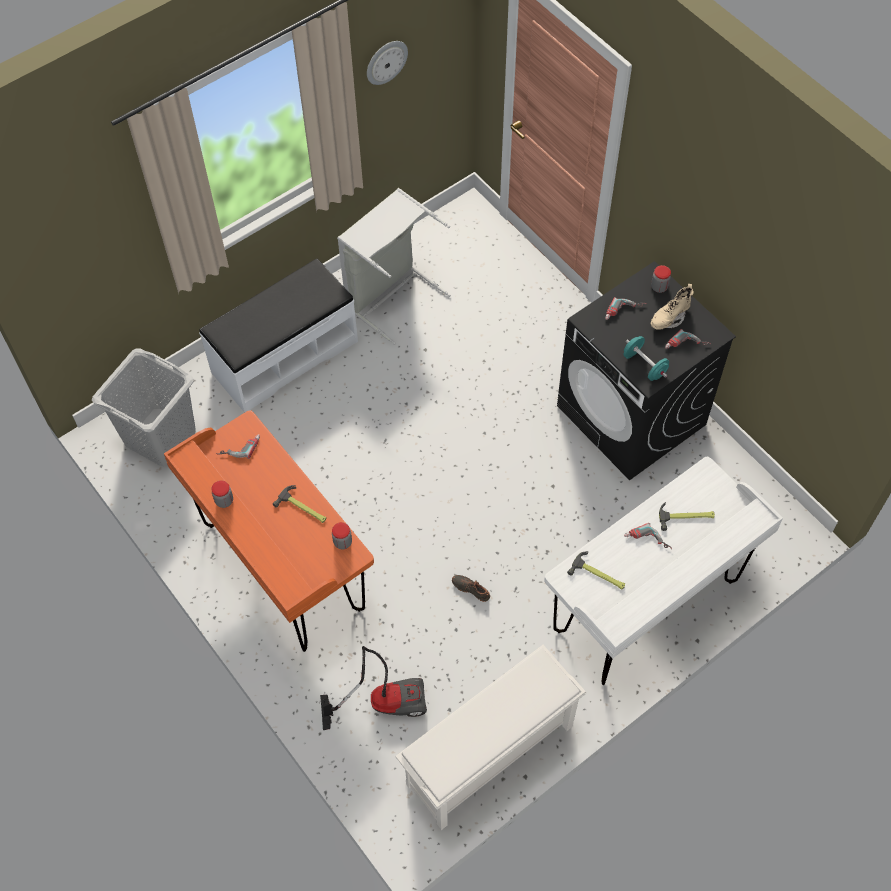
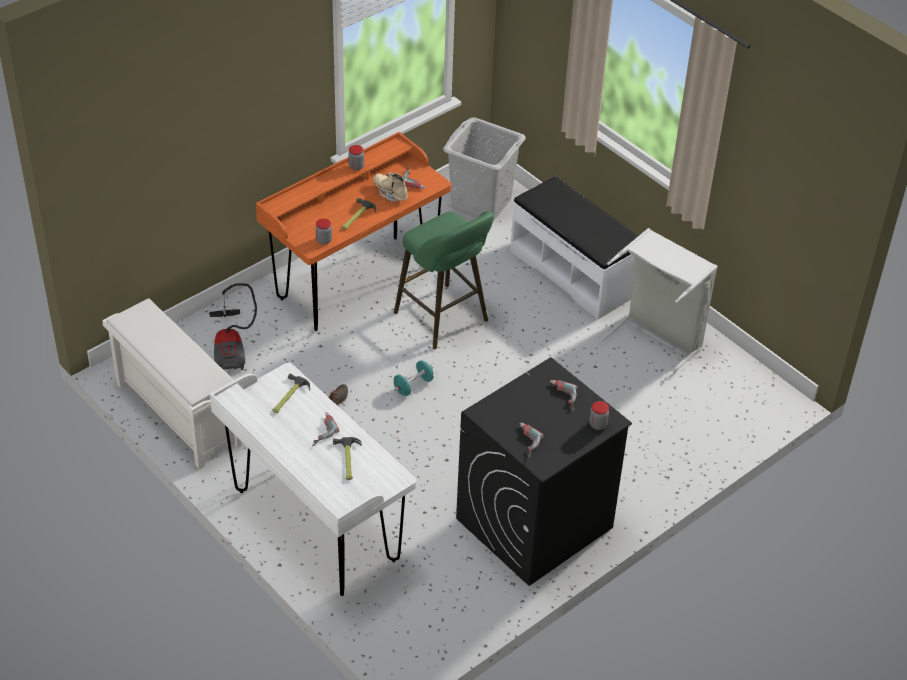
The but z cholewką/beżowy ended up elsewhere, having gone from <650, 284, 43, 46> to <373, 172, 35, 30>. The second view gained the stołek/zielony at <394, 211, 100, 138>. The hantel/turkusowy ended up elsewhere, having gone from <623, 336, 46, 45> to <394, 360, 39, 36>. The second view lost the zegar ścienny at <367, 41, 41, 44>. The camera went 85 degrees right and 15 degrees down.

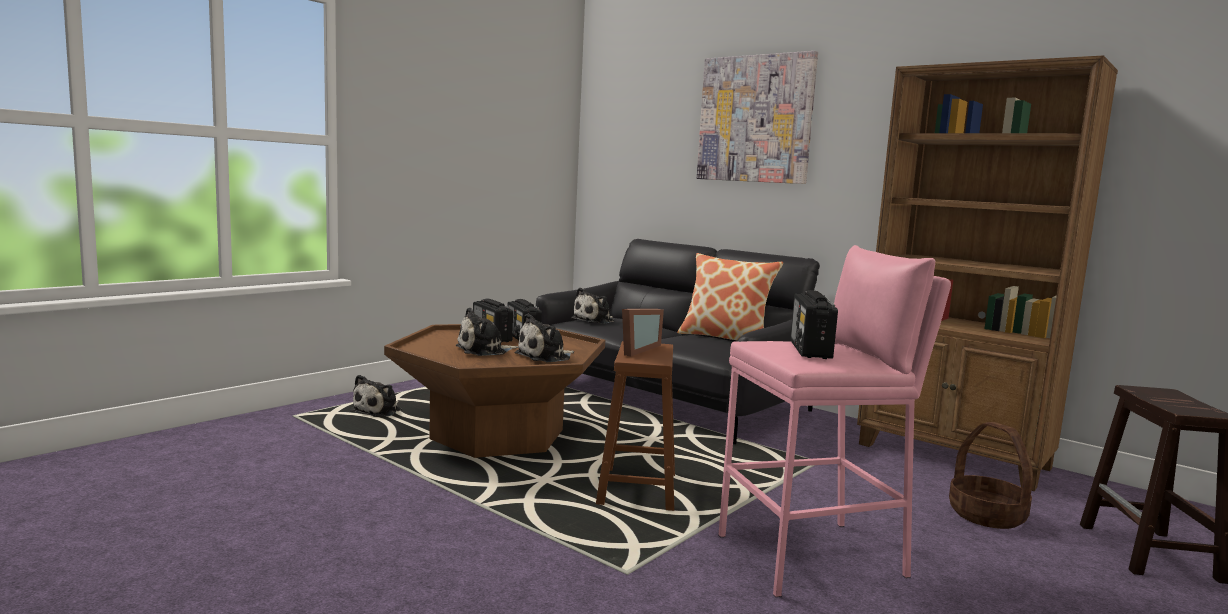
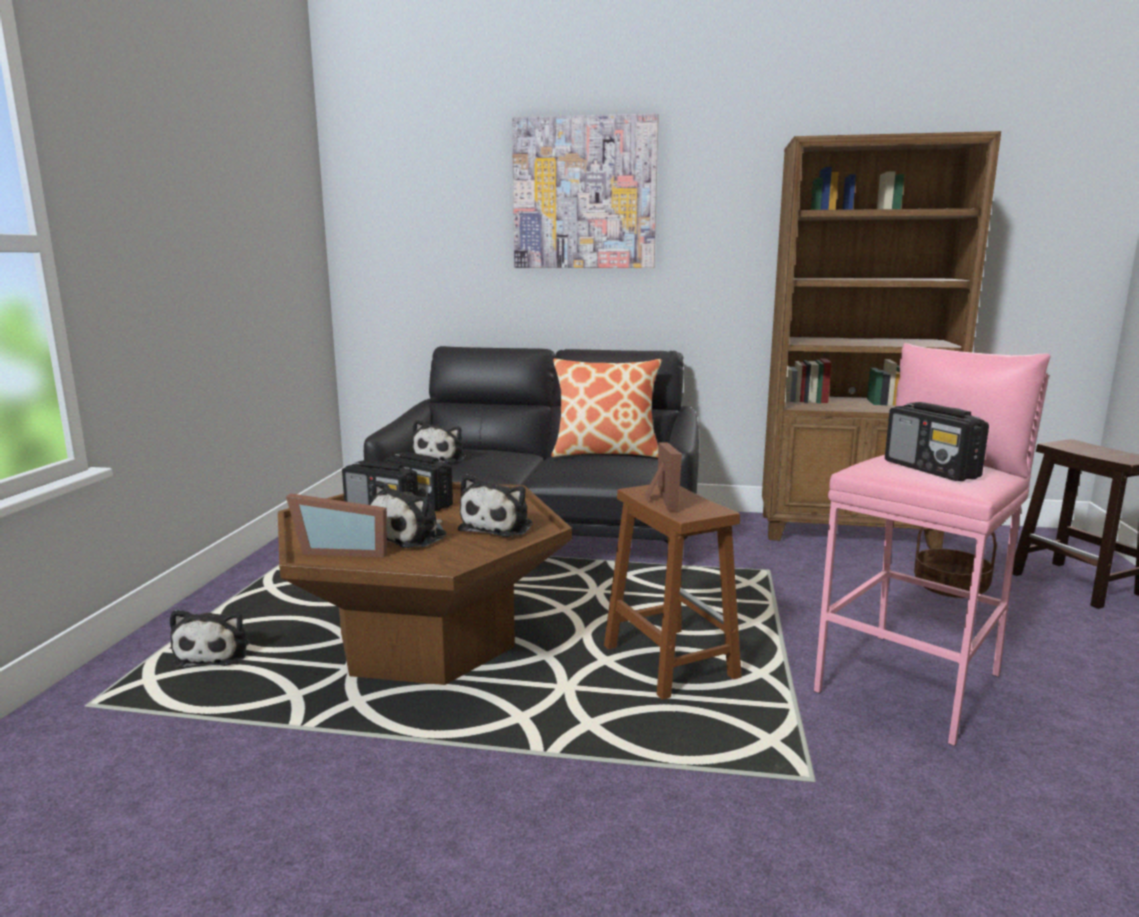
The second view gained the ramka na zdjęcie at <286, 493, 101, 64>. The camera went 30 degrees left and 5 degrees up.

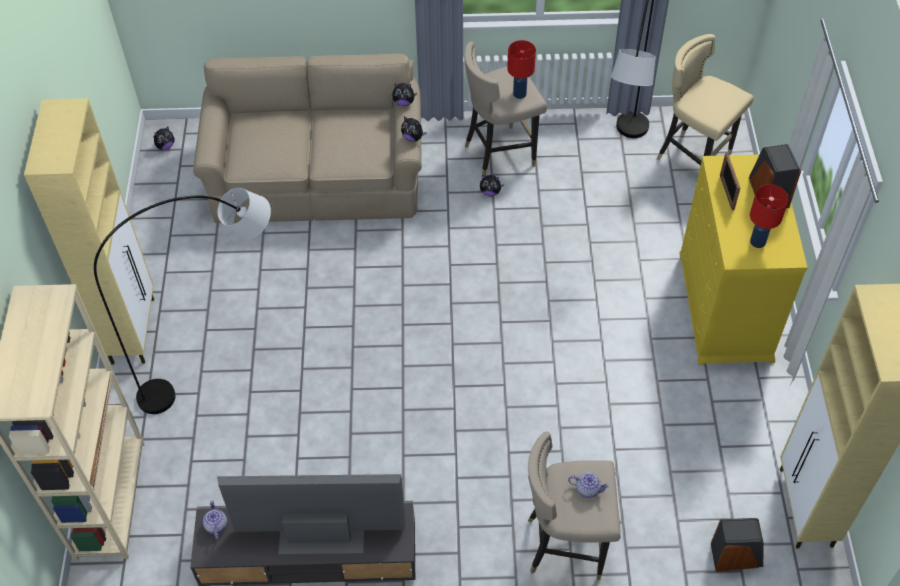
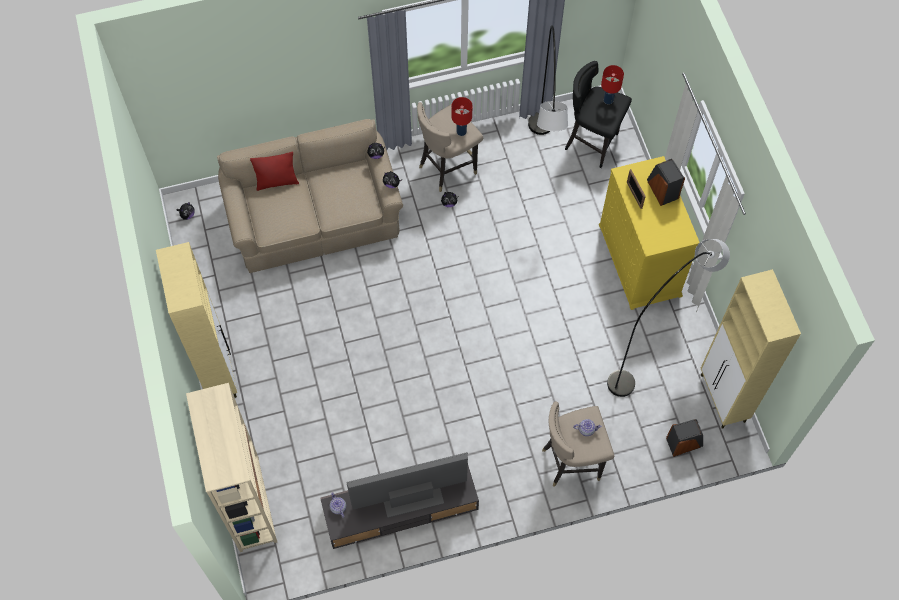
The second view gained the poduszka/czerwony at <250, 152, 49, 39>. What was the stołek/beżowy at <657, 34, 96, 132> turned into the stołek/czarny at <565, 61, 67, 107>. The lampa stołowa/czerwony ended up elsewhere, having gone from <750, 184, 39, 64> to <601, 65, 23, 39>. The lampa stojąca/szary ended up elsewhere, having gone from <94, 188, 177, 226> to <607, 239, 123, 158>. The camera went 15 degrees left and 10 degrees up.

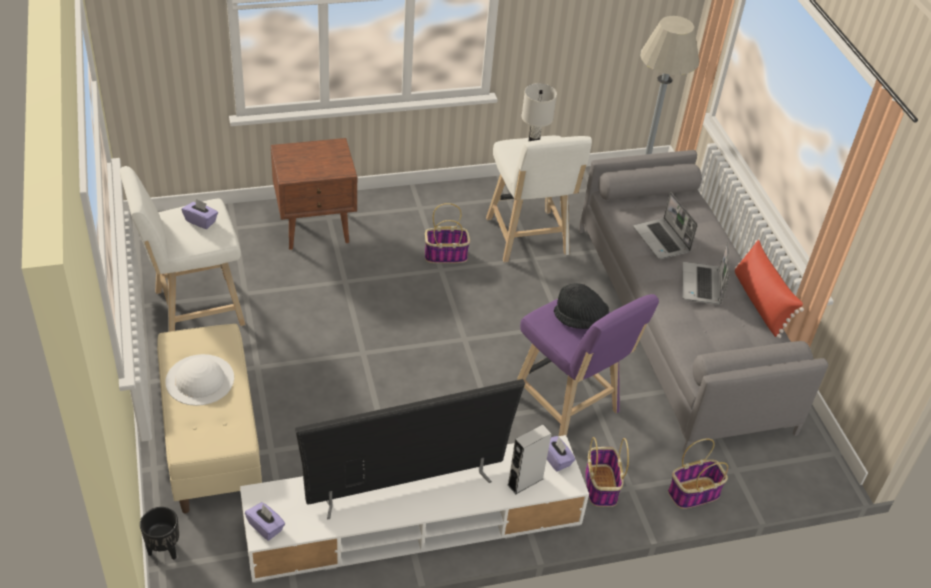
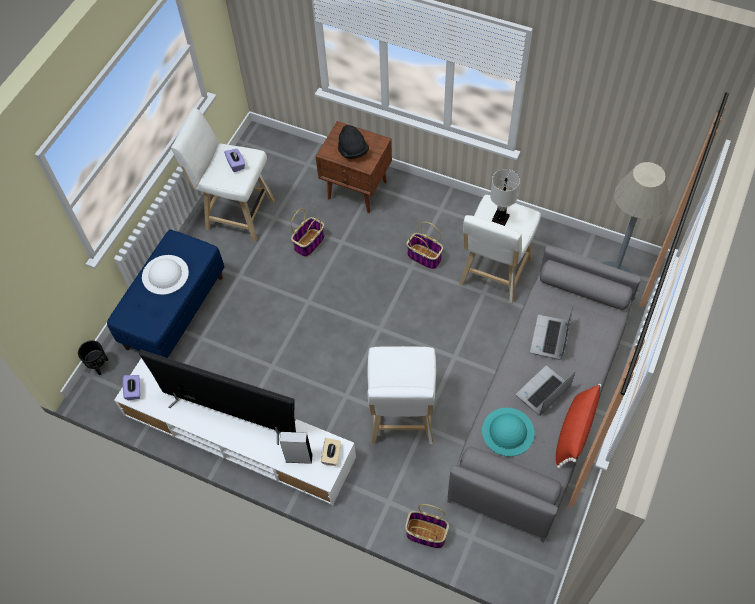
What was the ławka/beżowy at <157, 324, 105, 189> turned into the ławka/niebieski at <107, 229, 117, 129>. The koszyk ended up elsewhere, having gone from <585, 437, 44, 70> to <291, 208, 34, 49>. What was the pudełko chusteczek/fioletowy at <547, 436, 28, 36> turned into the pudełko chusteczek/beżowy at <321, 438, 20, 28>. The kapelusz/czarny ended up elsewhere, having gone from <554, 283, 55, 46> to <338, 125, 31, 34>. What was the stołek/fioletowy at <517, 294, 142, 143> turned into the stołek/biały at <367, 346, 69, 98>. The second view gained the kapelusz/turkusowy at <482, 408, 52, 49>. The camera went 45 degrees right and 15 degrees up.

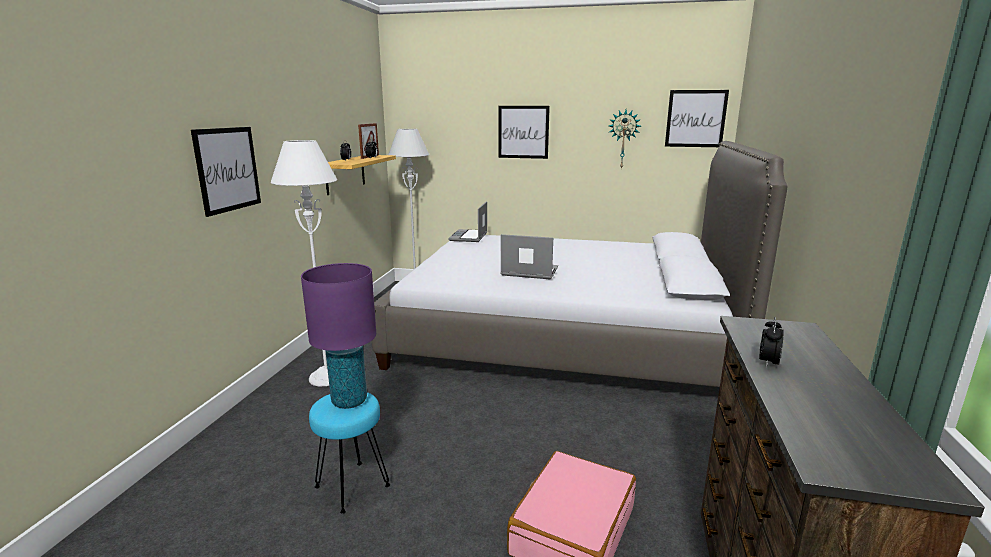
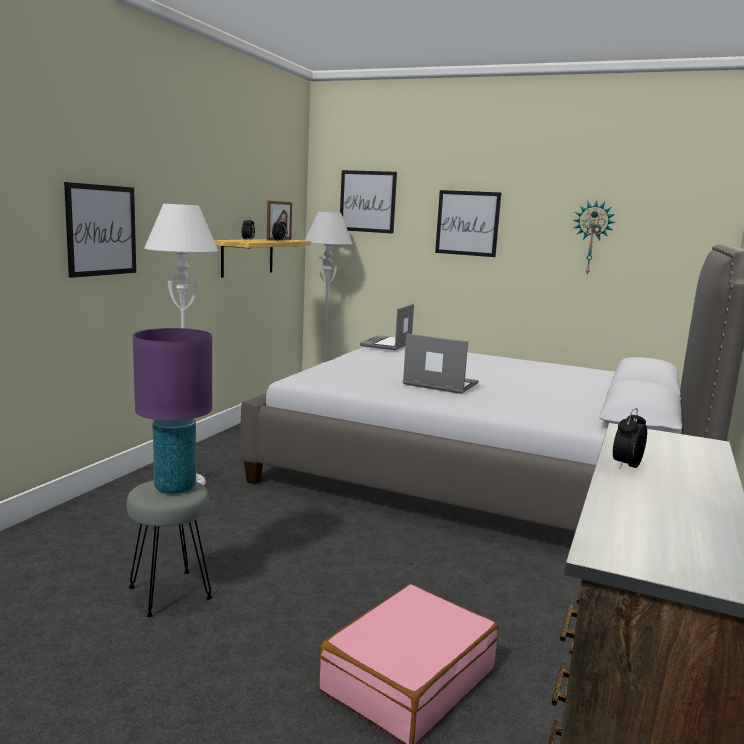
What was the stołek/turkusowy at <309, 392, 81, 122> turned into the stołek/szary at <127, 480, 86, 137>. The obraz ended up elsewhere, having gone from <665, 90, 64, 57> to <340, 170, 57, 64>. The camera went 10 degrees right and 5 degrees down.

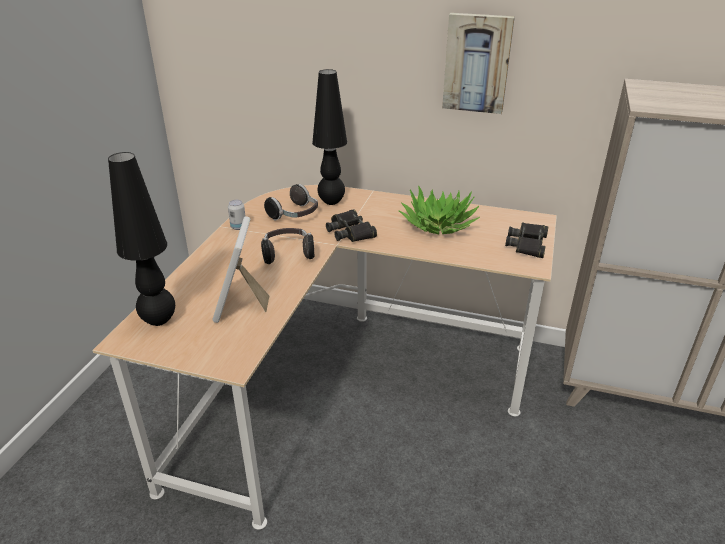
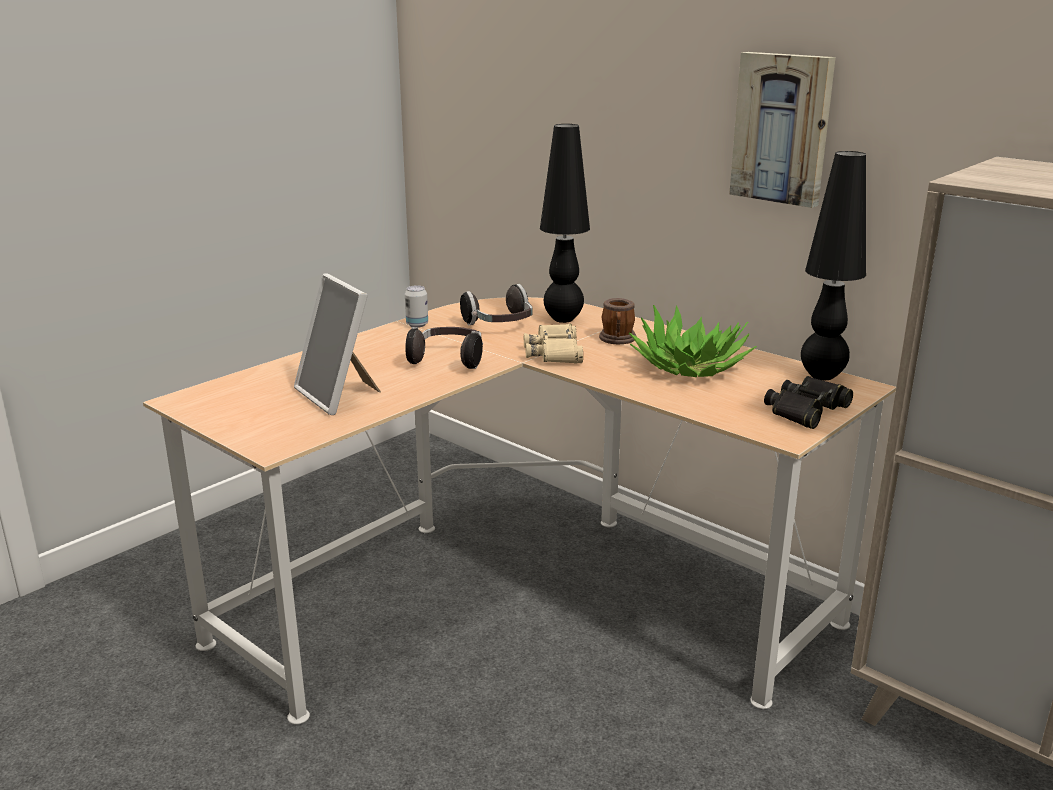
The ramka na zdjęcie at <212, 216, 57, 107> ended up facing another way, 60 degrees counterclockwise from before. What was the lornetka/czarny at <326, 209, 51, 33> turned into the lornetka/beżowy at <524, 324, 59, 40>. The second view gained the kubek at <599, 298, 38, 46>. The lampa stołowa/czarny ended up elsewhere, having gone from <108, 152, 67, 174> to <801, 151, 65, 229>. The camera went 25 degrees right and 10 degrees down.

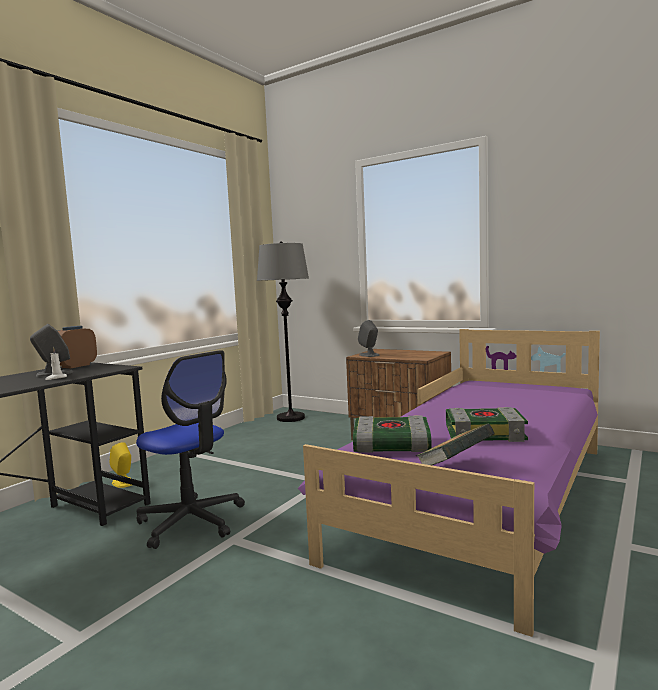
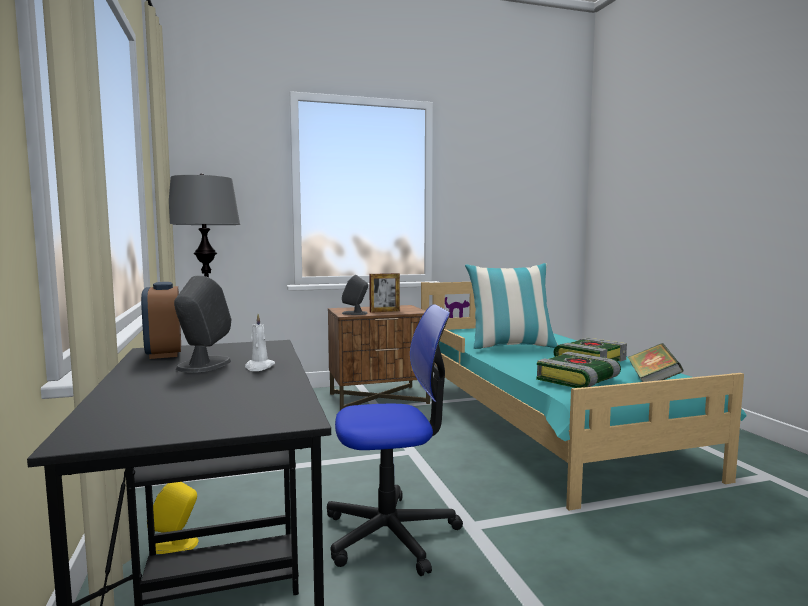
The second view gained the ramka na zdjęcie at <369, 273, 31, 40>. What was the łóżko/fioletowy at <298, 329, 302, 308> turned into the łóżko/turkusowy at <421, 282, 326, 229>. The second view gained the poduszka at <465, 263, 93, 86>. The camera went 50 degrees left and 0 degrees up.

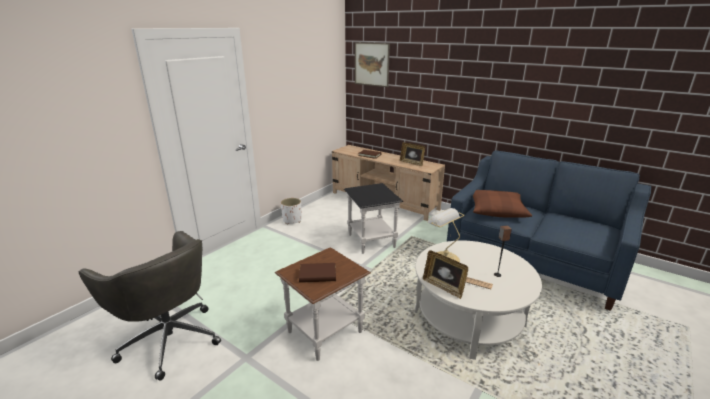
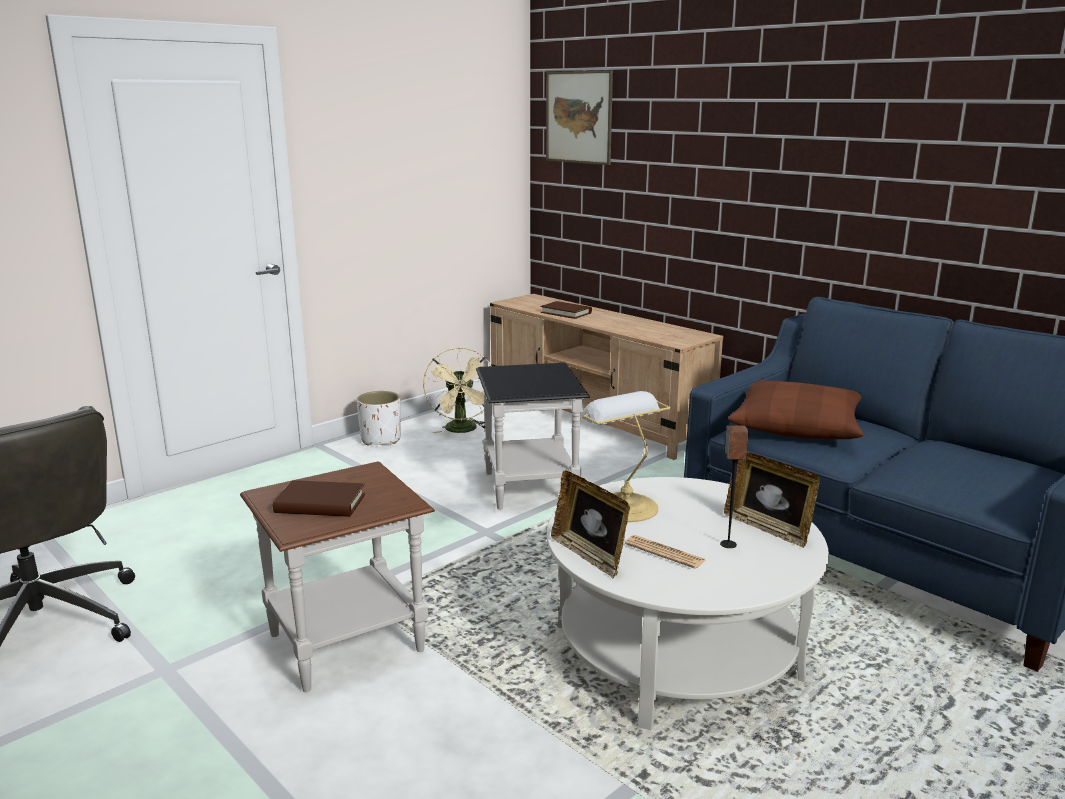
The second view gained the wentylator/beżowy at <423, 348, 68, 85>. The ramka na zdjęcie ended up elsewhere, having gone from <400, 142, 25, 24> to <724, 452, 96, 96>. The camera went 10 degrees right and 5 degrees down.

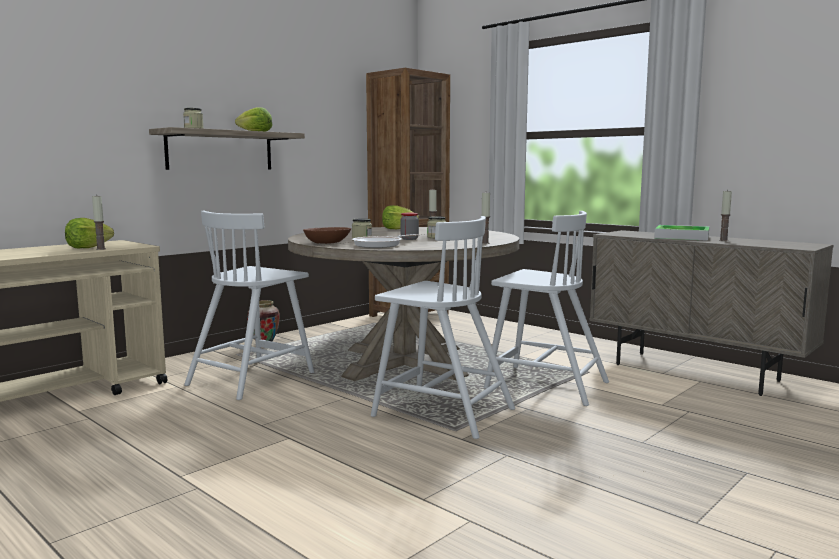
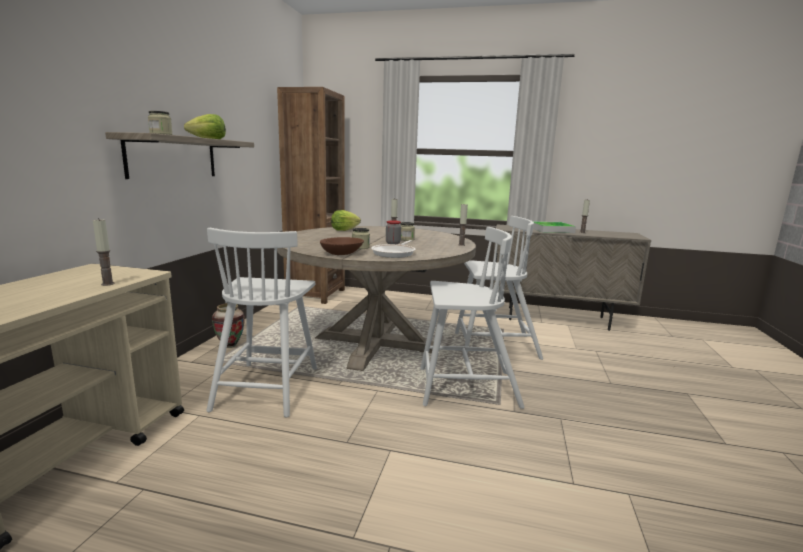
The second view lost the sałata at <65, 218, 49, 30>. The camera went 30 degrees left and 5 degrees up.

